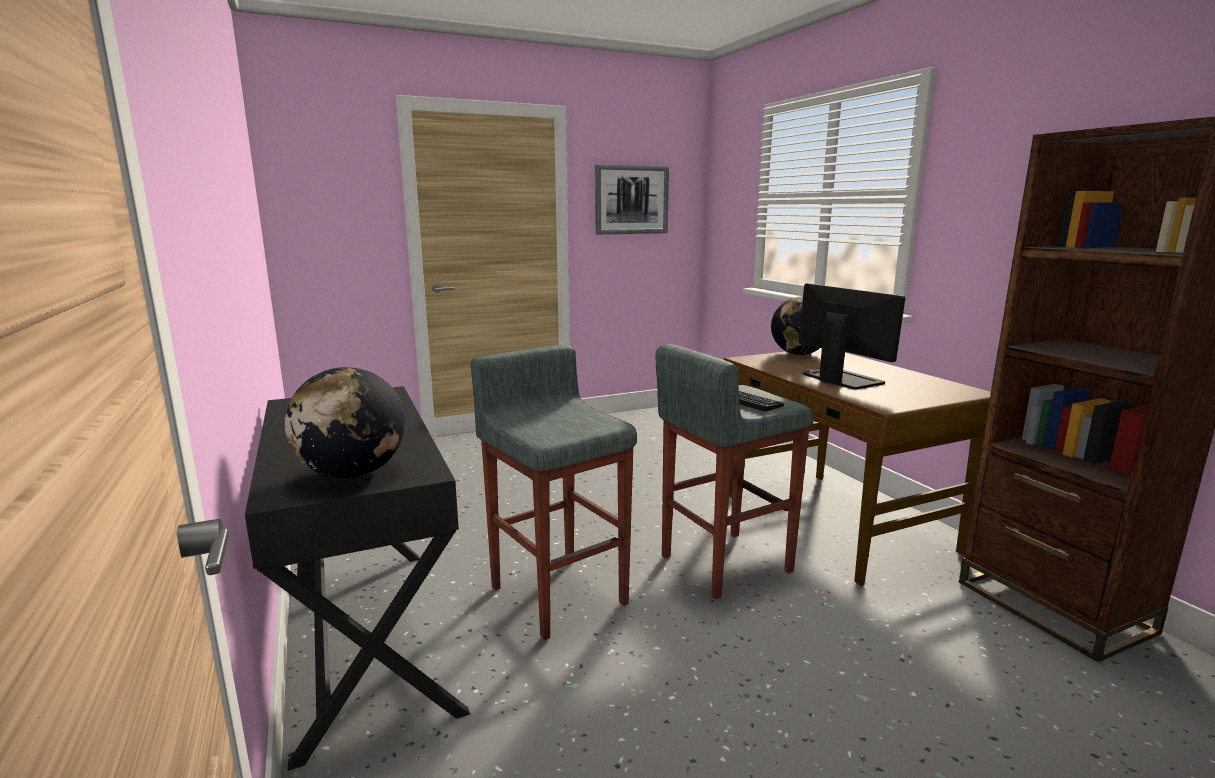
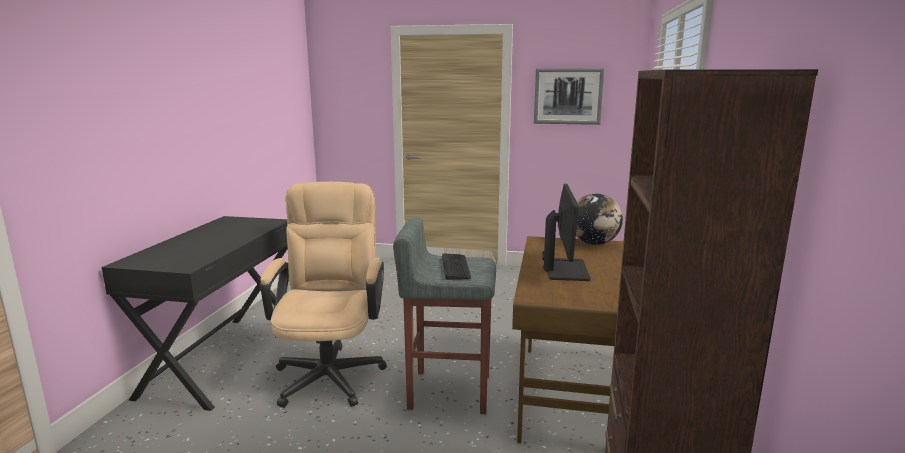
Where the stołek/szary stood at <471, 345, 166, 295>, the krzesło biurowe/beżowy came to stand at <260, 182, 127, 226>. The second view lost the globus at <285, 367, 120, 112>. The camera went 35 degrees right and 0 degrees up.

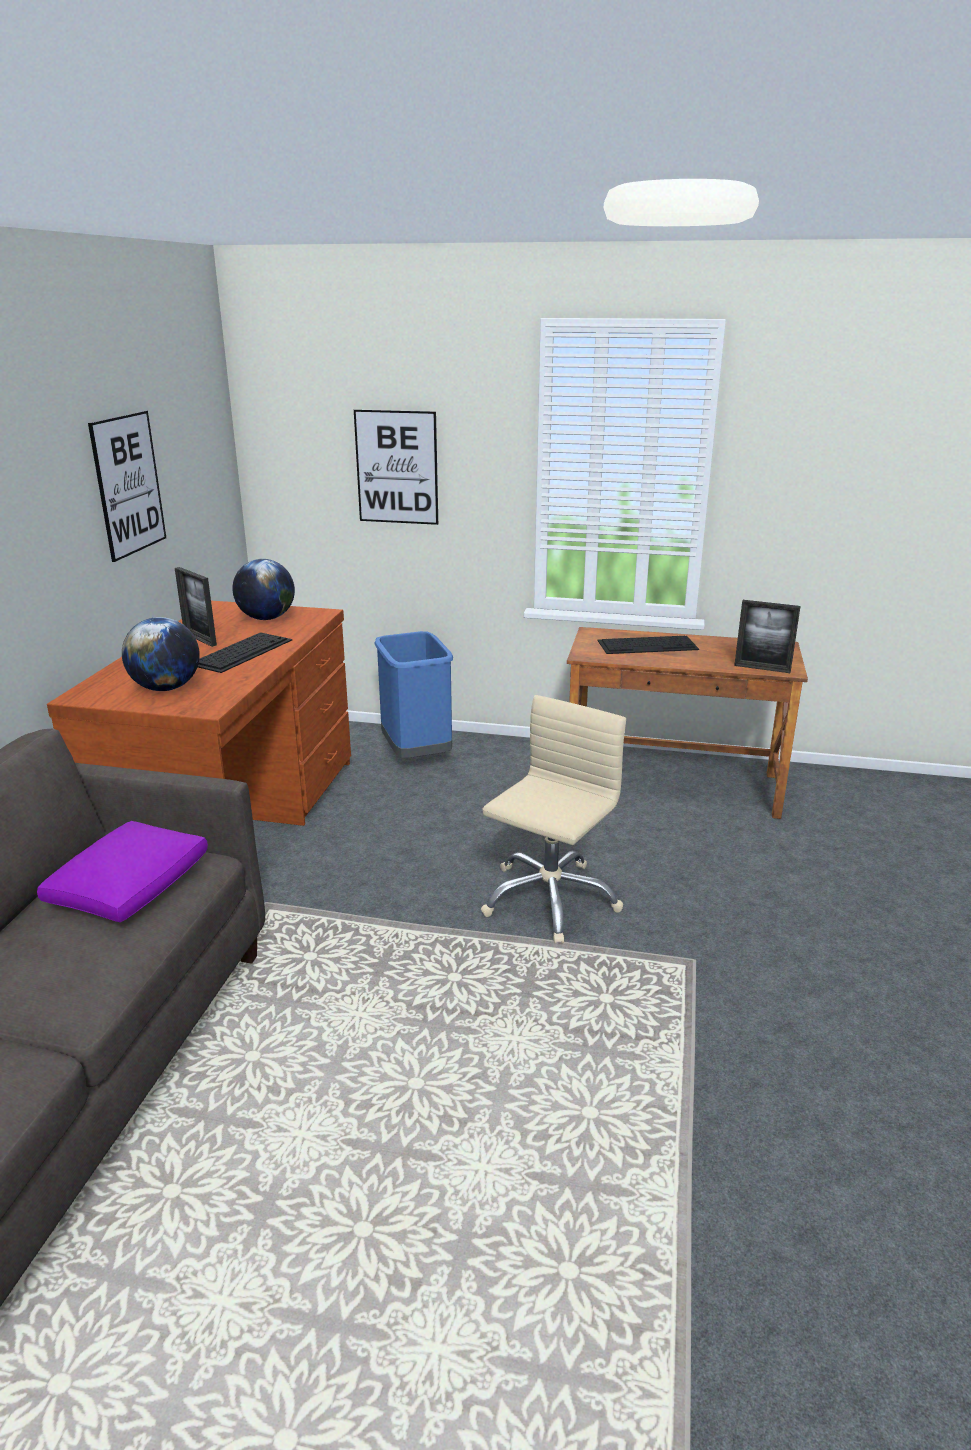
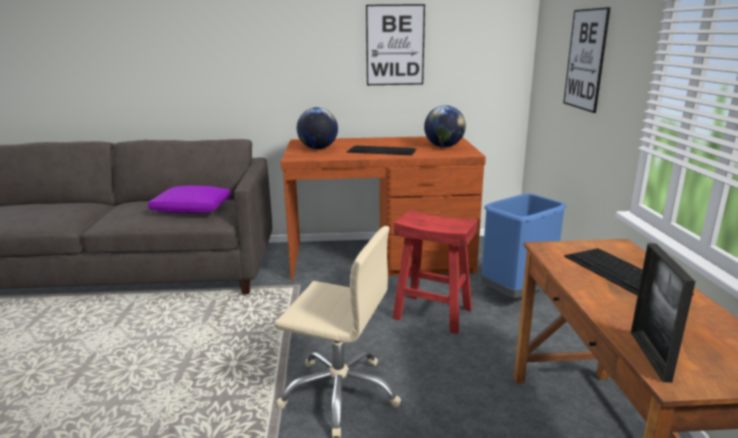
The second view gained the stołek/czerwony at <392, 210, 86, 124>. The second view lost the ramka na zdjęcie at <175, 567, 42, 80>. The camera went 75 degrees right and 5 degrees down.

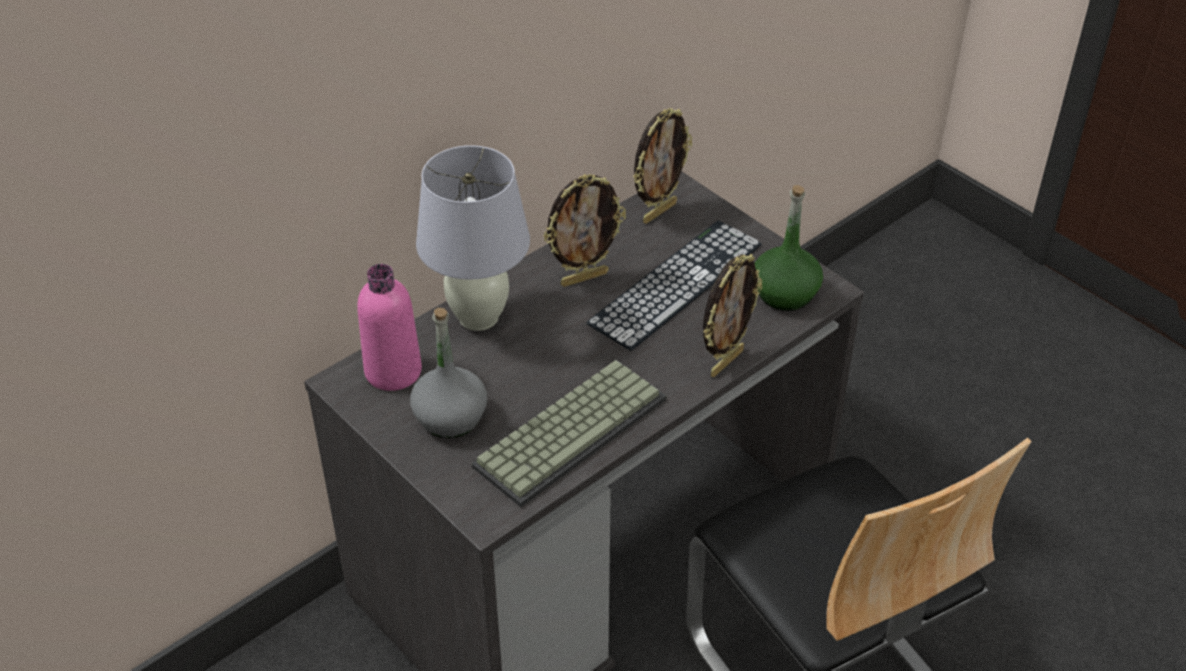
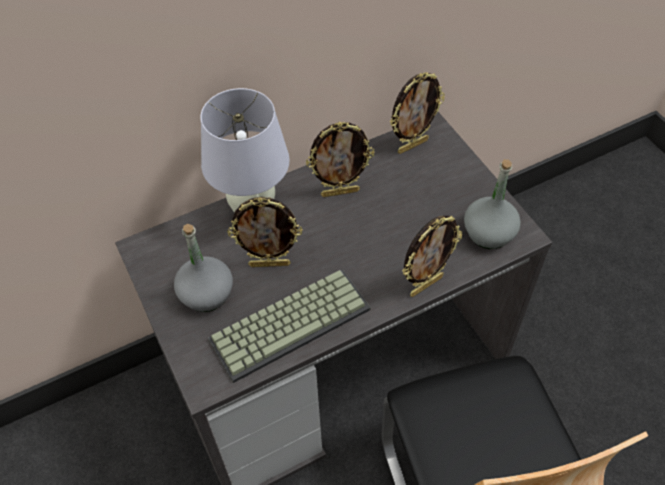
The second view gained the ramka na zdjęcie at <227, 197, 75, 70>. What was the butelka/zielony at <755, 185, 68, 126> turned into the butelka/szary at <464, 159, 57, 90>. The second view lost the butelka/różowy at <357, 264, 65, 127>. The second view lost the klawiatura at <586, 221, 176, 130>. The camera went 15 degrees right and 10 degrees up.

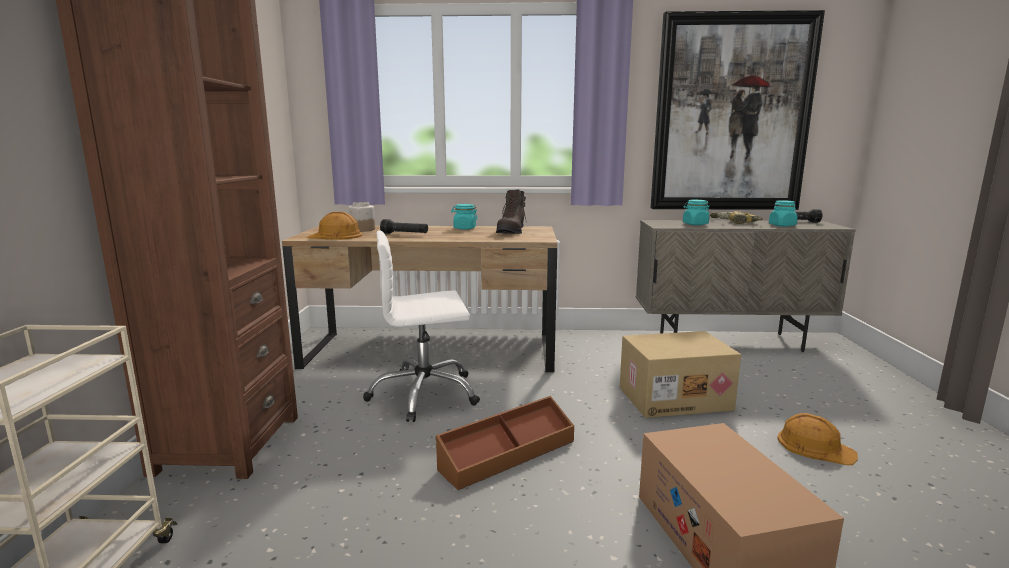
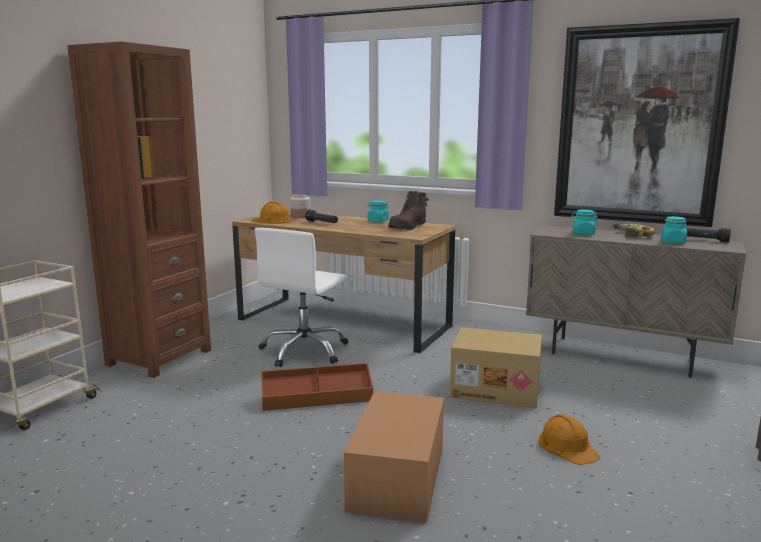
The krzesło biurowe/biały at <363, 231, 117, 191> ended up facing another way, 75 degrees counterclockwise from before. The camera went 25 degrees right and 0 degrees up.

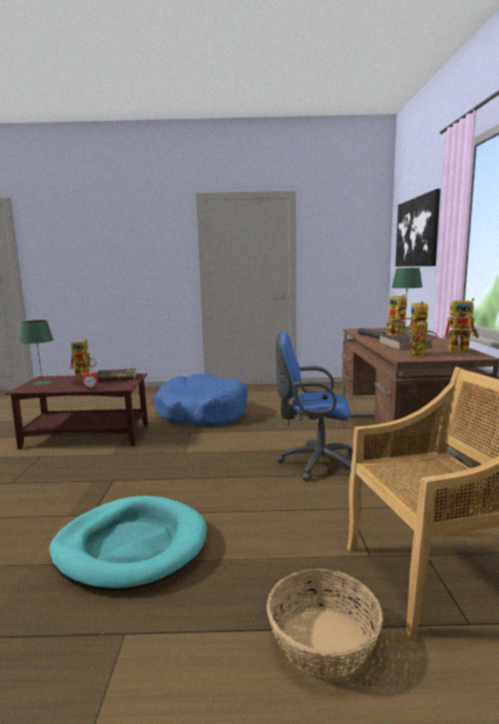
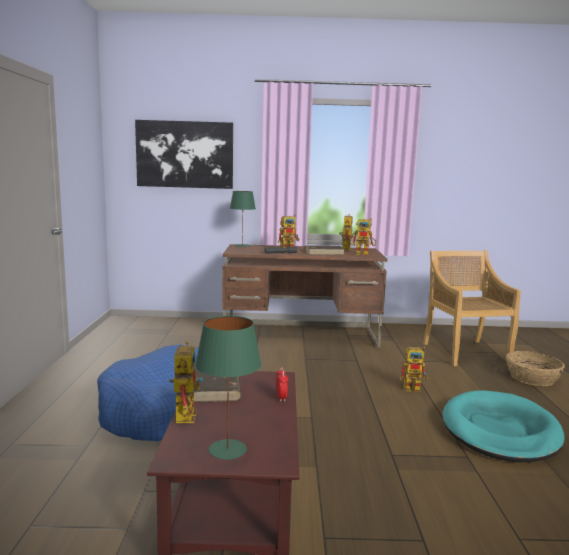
The second view gained the robot zabawkowy at <400, 347, 28, 45>. The second view lost the krzesło biurowe/niebieski at <275, 332, 78, 149>. The camera went 90 degrees left and 0 degrees up.

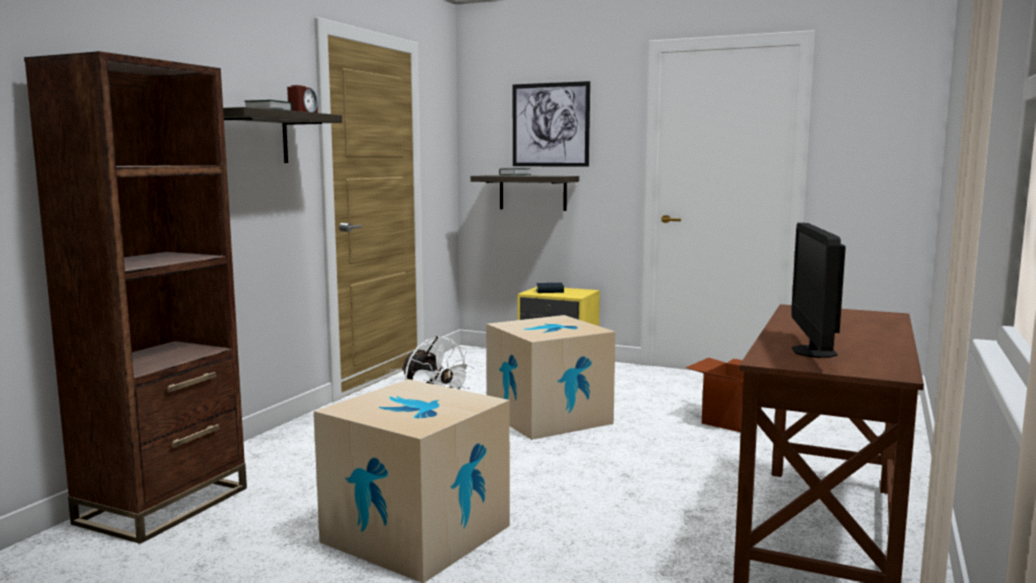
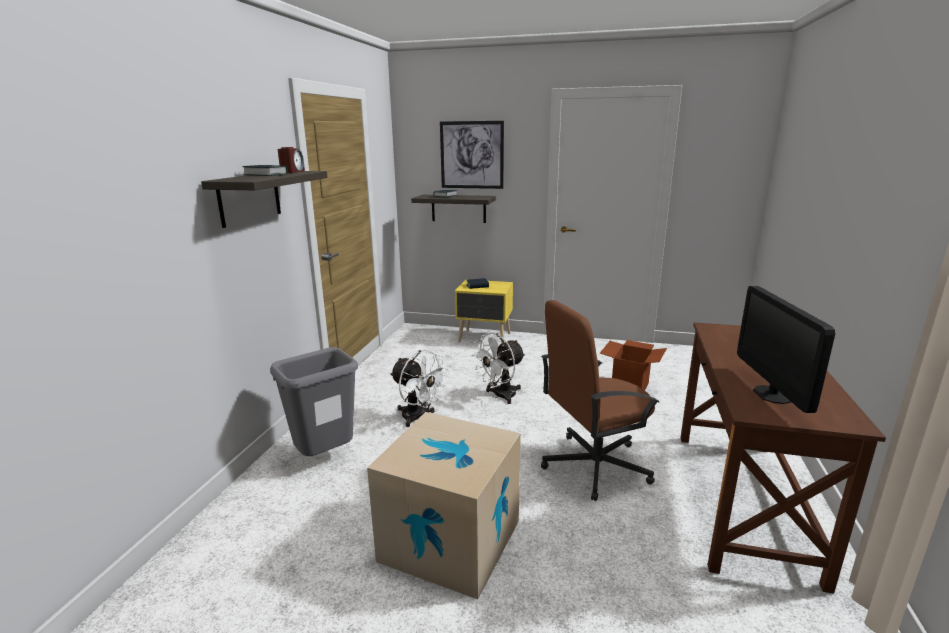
The second view gained the kosz na śmieci/szary at <270, 347, 88, 109>. Where the karton stood at <486, 315, 129, 125>, the wentylator/biały came to stand at <471, 332, 54, 72>. The second view gained the krzesło biurowe/brązowy at <541, 300, 119, 201>. The second view lost the regał/brązowy at <24, 51, 223, 493>. The camera went 10 degrees left and 10 degrees up.

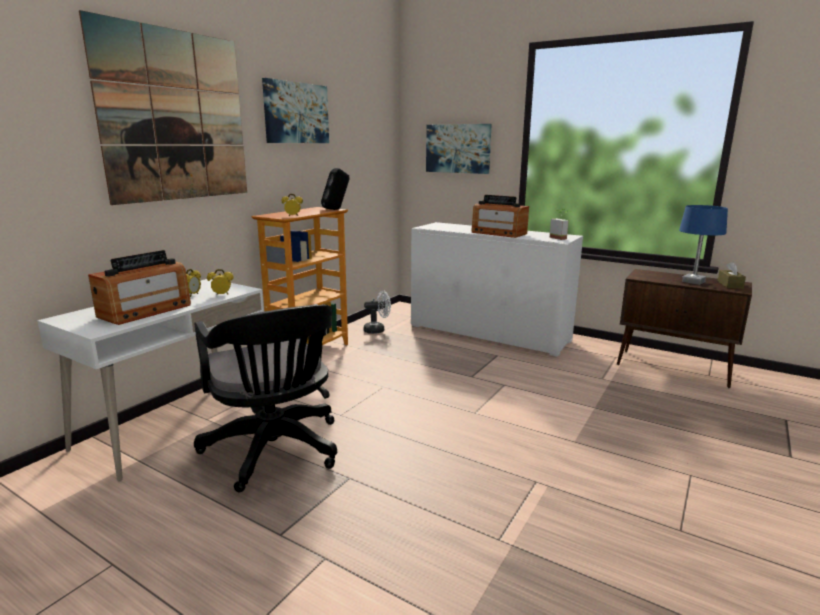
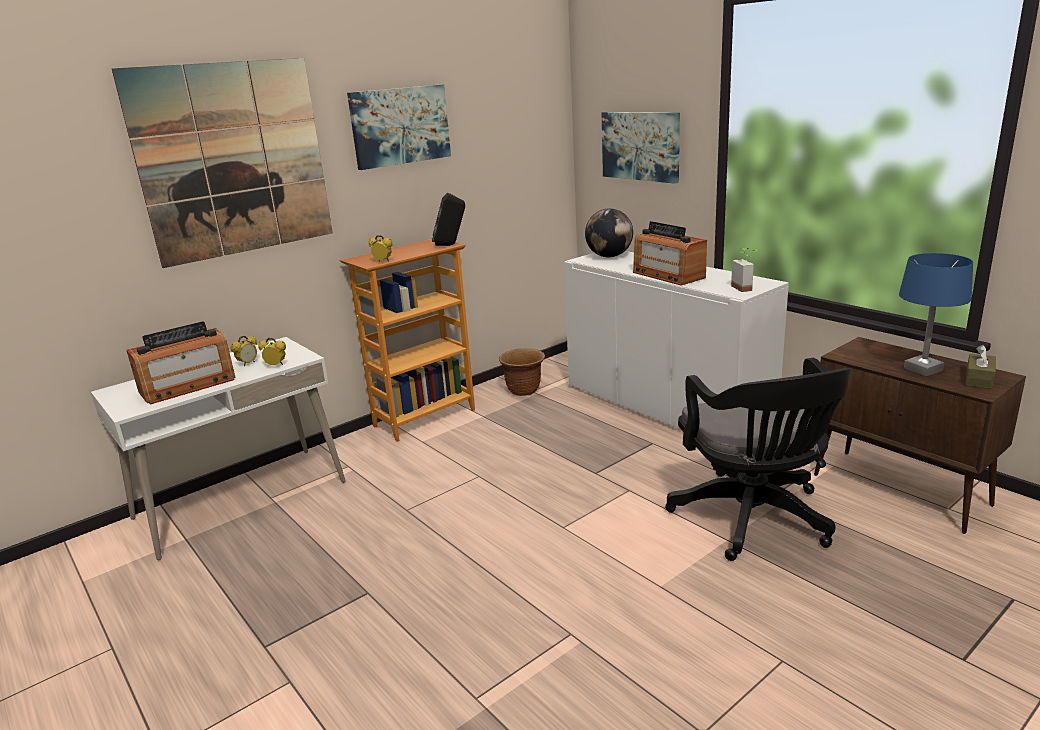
Where the wentylator/biały stood at <364, 290, 27, 44>, the donica/brązowy came to stand at <499, 348, 46, 48>. The second view gained the globus at <585, 208, 48, 49>. The krzesło biurowe/czarny ended up elsewhere, having gone from <194, 304, 143, 188> to <665, 358, 186, 203>. The camera went 20 degrees right and 5 degrees up.

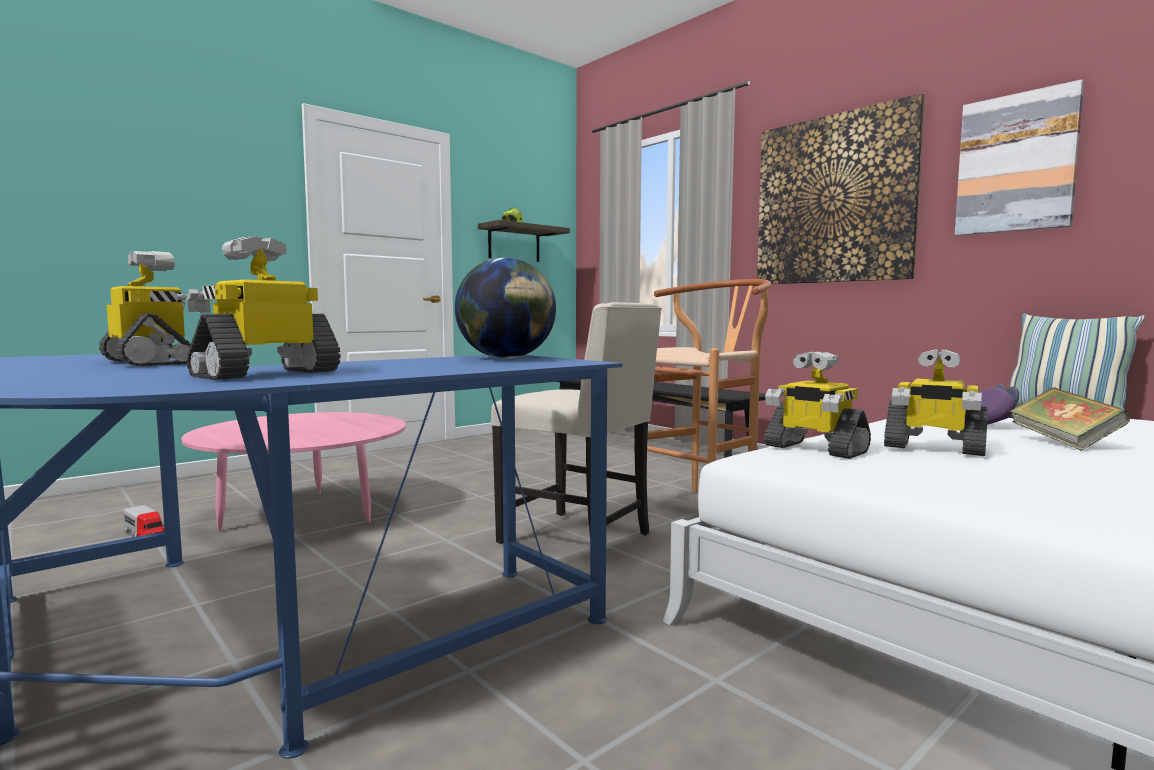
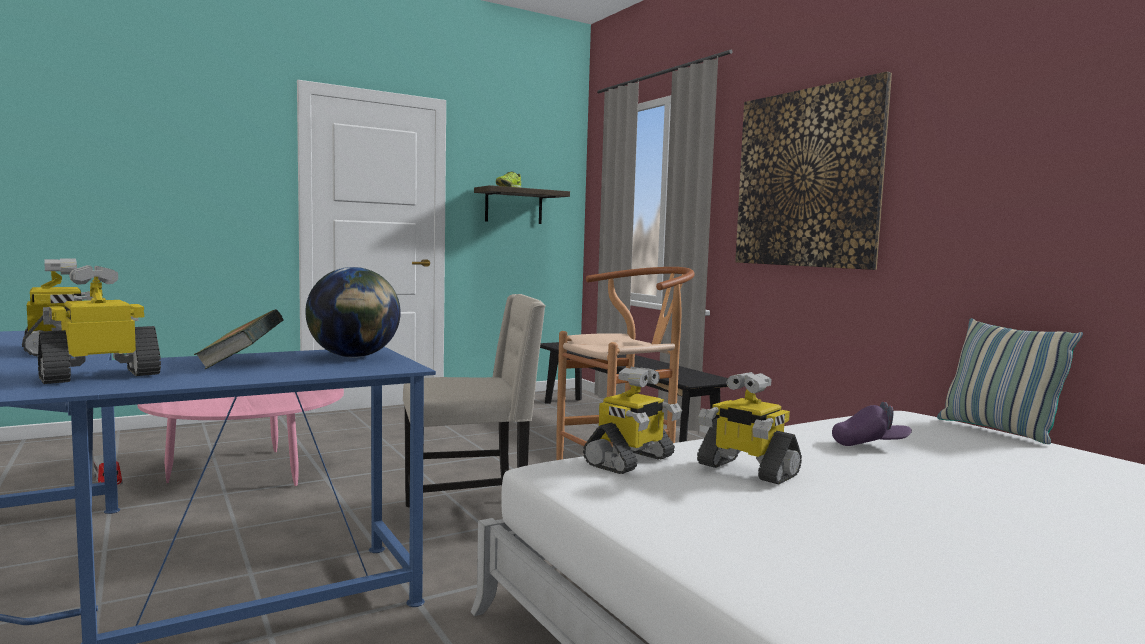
The książka ended up elsewhere, having gone from <1010, 387, 120, 64> to <194, 309, 89, 60>. The krzesło/beżowy at <491, 302, 171, 242> ended up facing another way, 60 degrees counterclockwise from before. The robot zabawkowy at <764, 352, 107, 107> ended up facing another way, 105 degrees counterclockwise from before. The second view lost the obraz at <955, 79, 129, 157>. The camera went 10 degrees right and 0 degrees up.

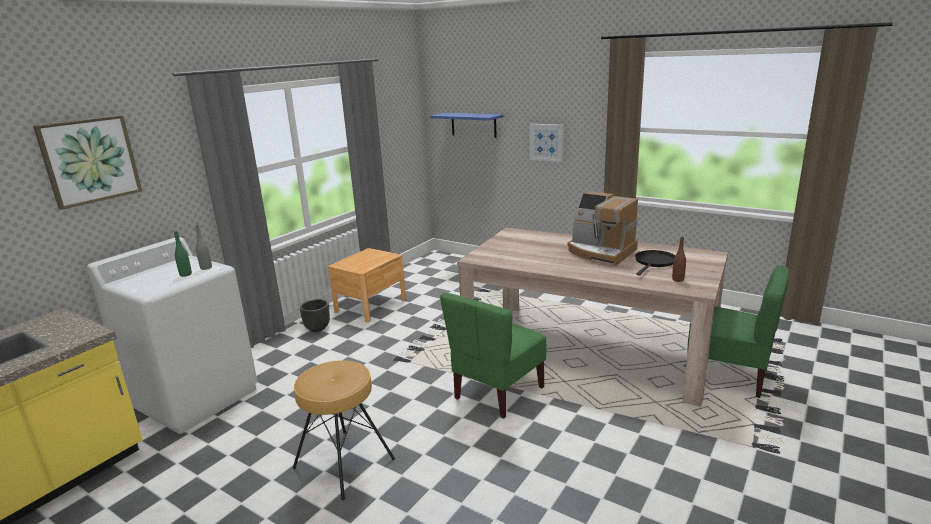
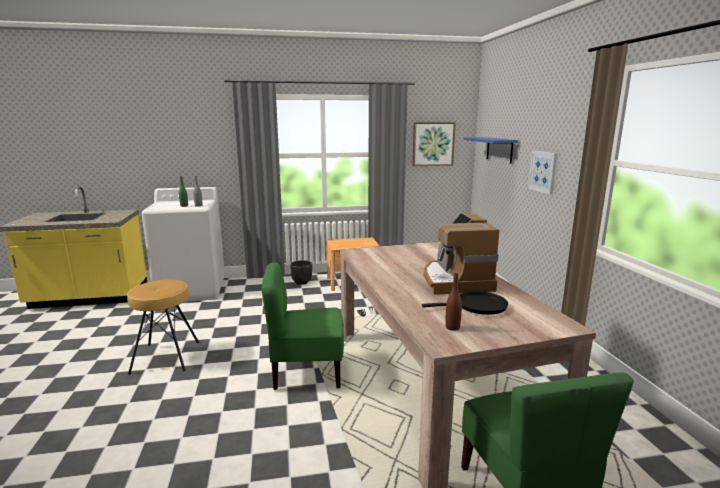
The obraz ended up elsewhere, having gone from <33, 115, 109, 95> to <412, 122, 44, 44>. The camera went 45 degrees right and 5 degrees down.

